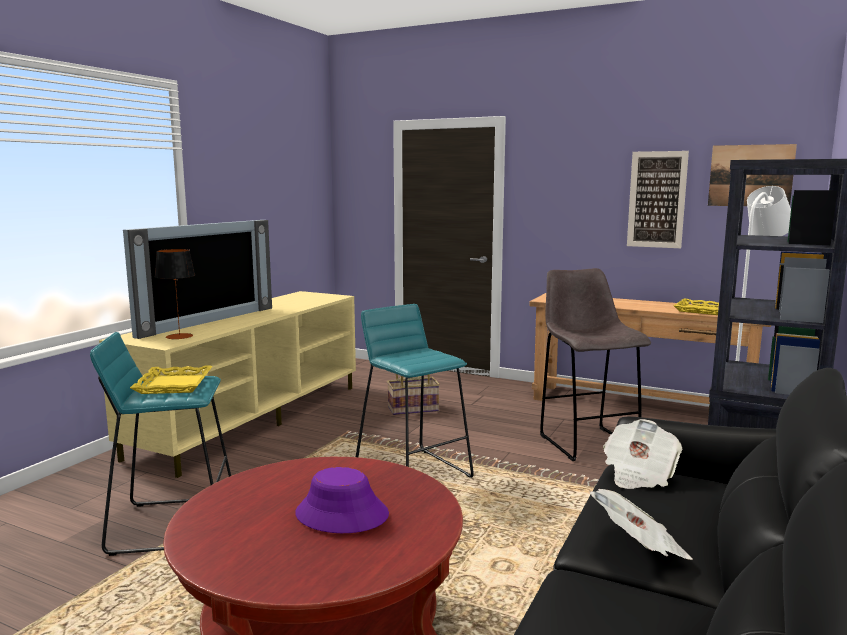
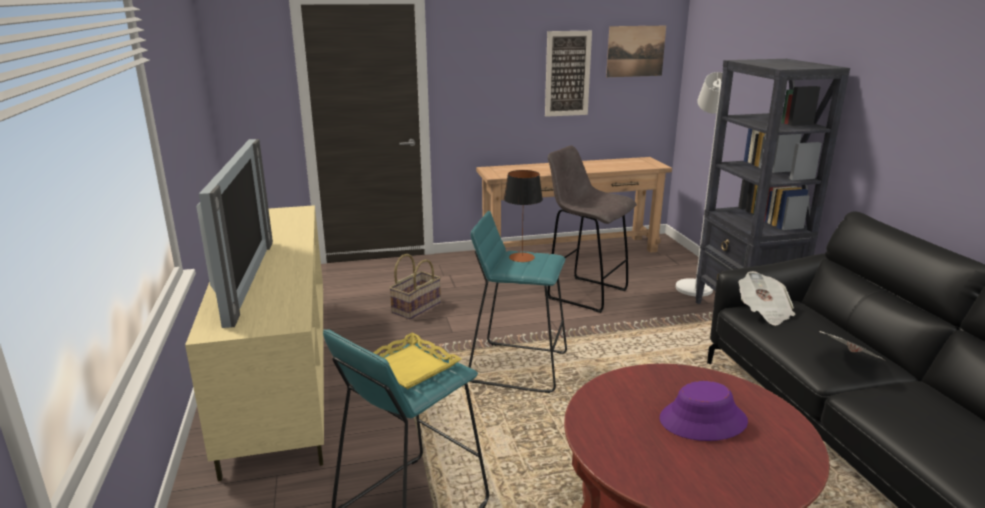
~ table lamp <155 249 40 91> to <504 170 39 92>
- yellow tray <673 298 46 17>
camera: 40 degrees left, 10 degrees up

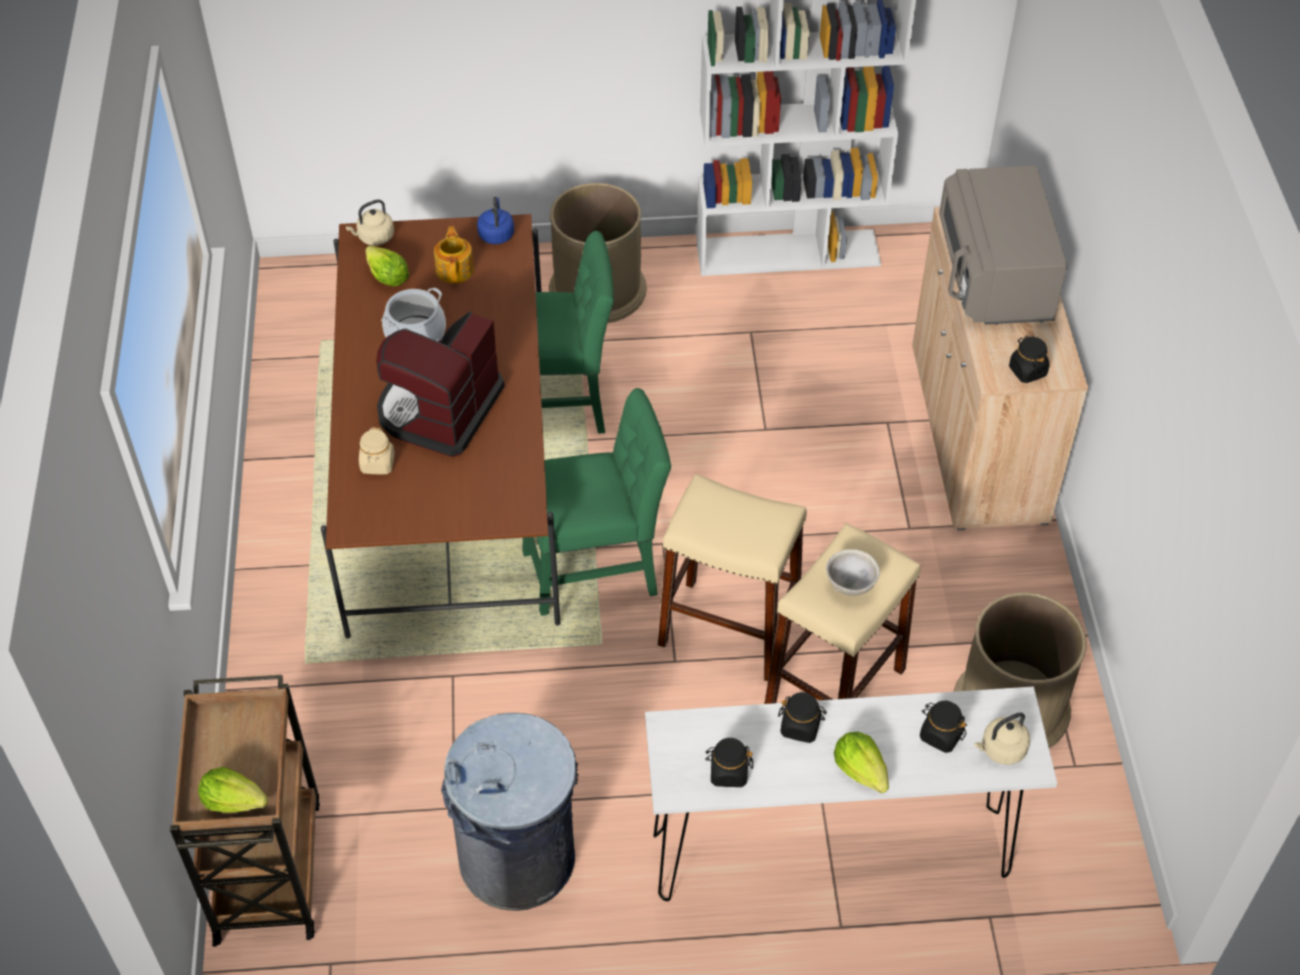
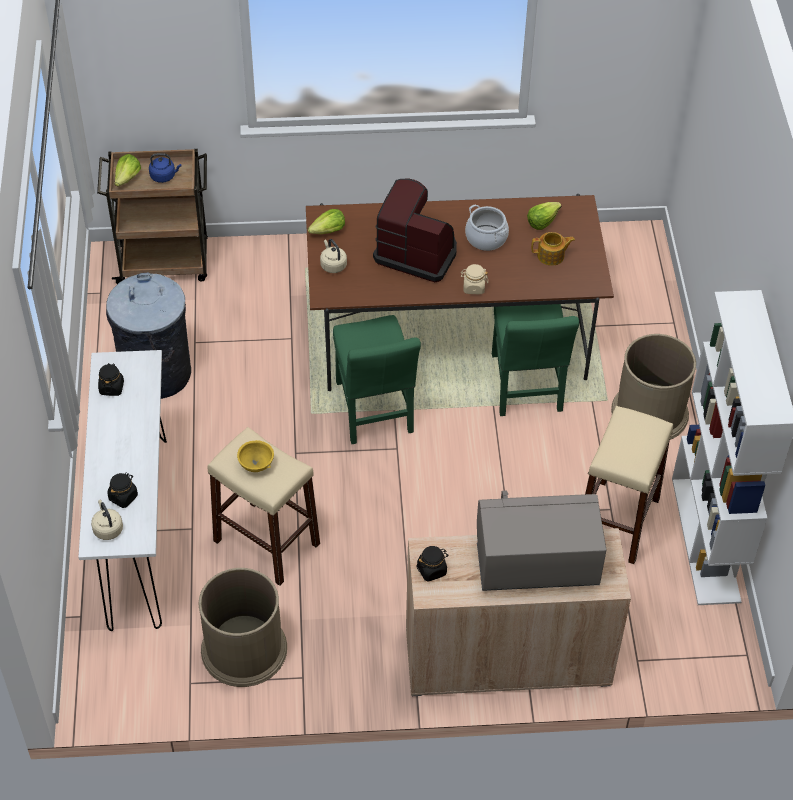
~ beige kettle <346 200 48 46> to <320 239 27 34>
~ beige jar <359 427 36 47> to <461 264 27 30>
~ blue kettle <477 196 37 48> to <149 153 33 30>
~ beige stool <658 474 149 208> to <585 406 88 158>
- black jar <778 692 49 51>
~ grey bowl <826 549 54 47> to yellow bowl <237 440 37 32>
~ lettuce <834 732 55 61> to <308 209 37 25>
camera: 90 degrees right, 0 degrees up

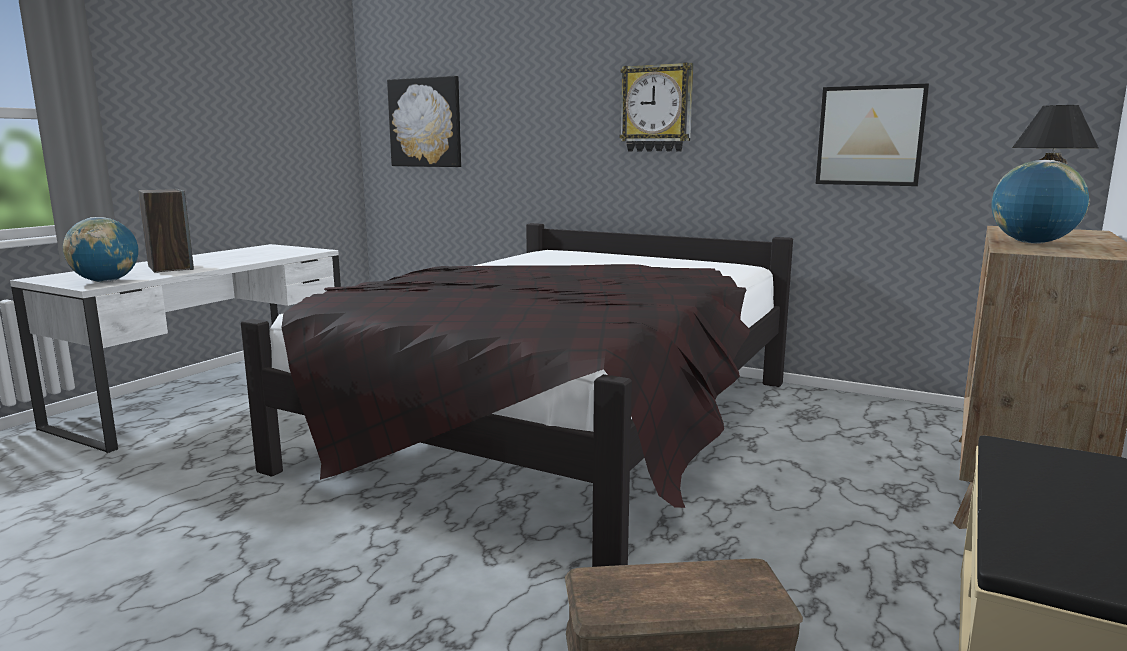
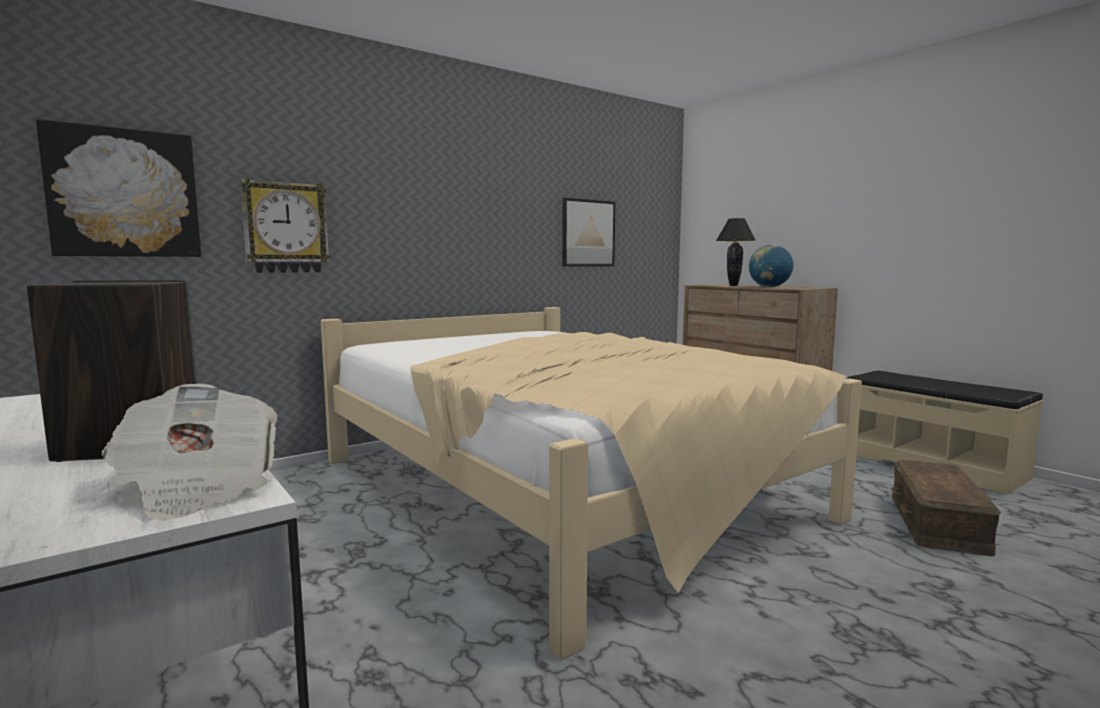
~ globe <63 217 76 65> to newspaper <102 384 176 137>
~ black bed <241 223 552 344> to beige bed <321 307 541 353>
~ wall clock <619 62 74 90> to <240 179 90 94>
camera: 65 degrees left, 5 degrees down

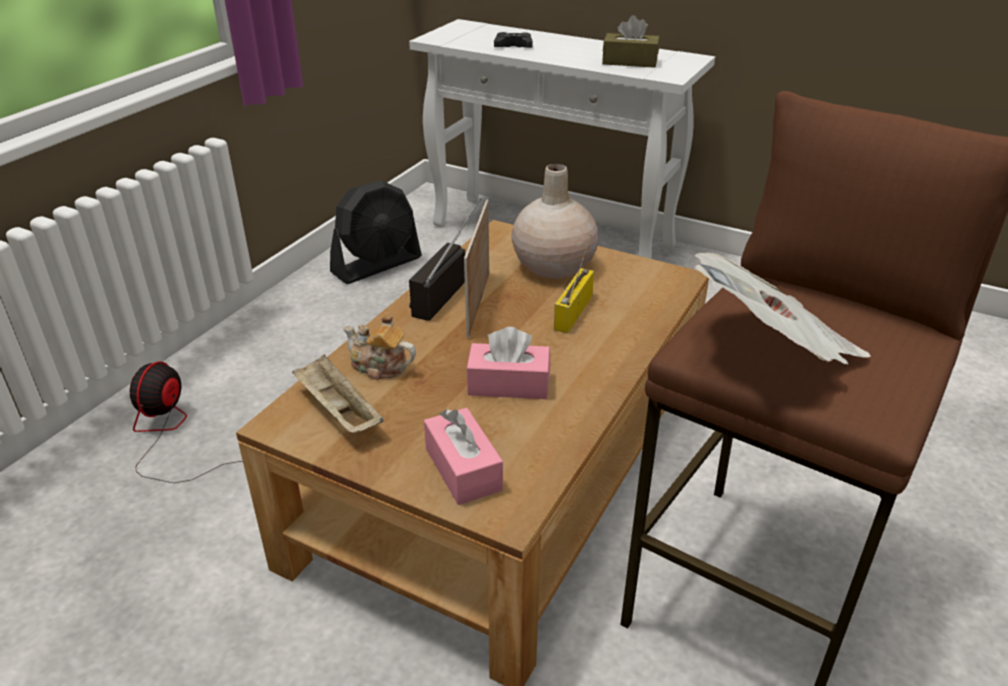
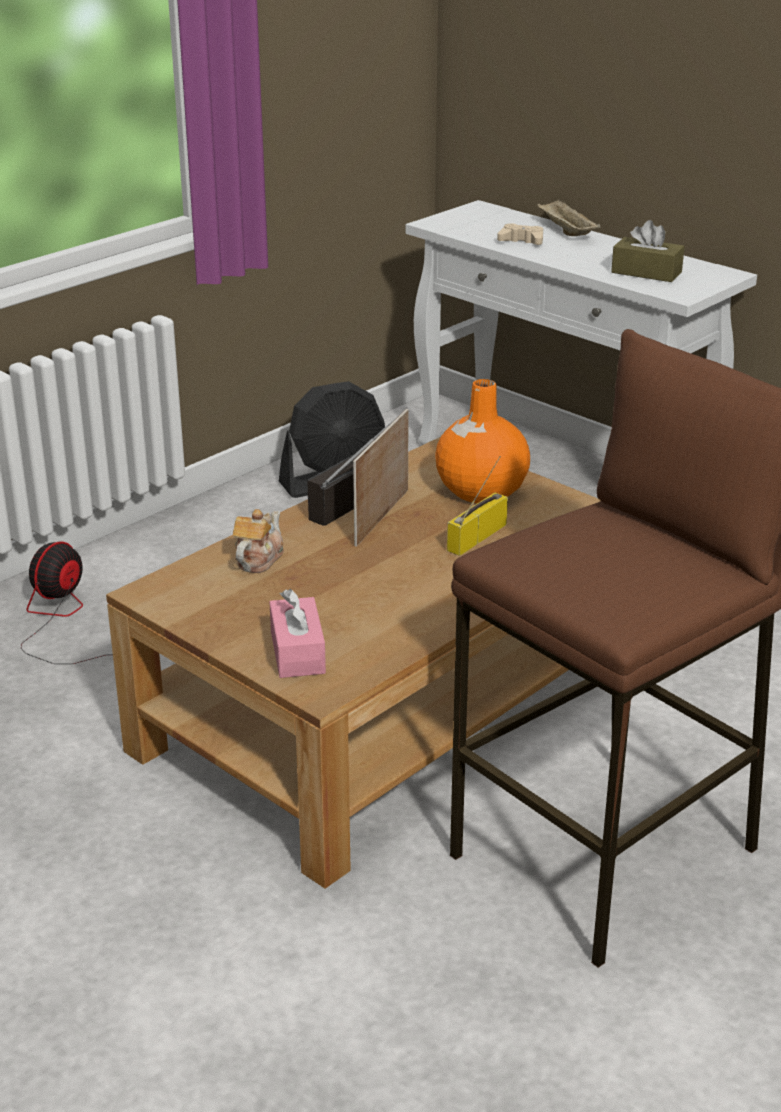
~ beige tray <292 354 92 79> to <536 200 64 36>
~ teapot <343 312 73 68> = <233 509 51 64> 75 degrees clockwise
- pink tissue box <466 327 84 72>
~ black game controller <494 32 39 16> to beige game controller <497 223 46 22>
~ beige vase <512 164 87 115> to orange vase <435 379 95 124>
- newspaper <694 252 177 113>
camera: 15 degrees right, 5 degrees down

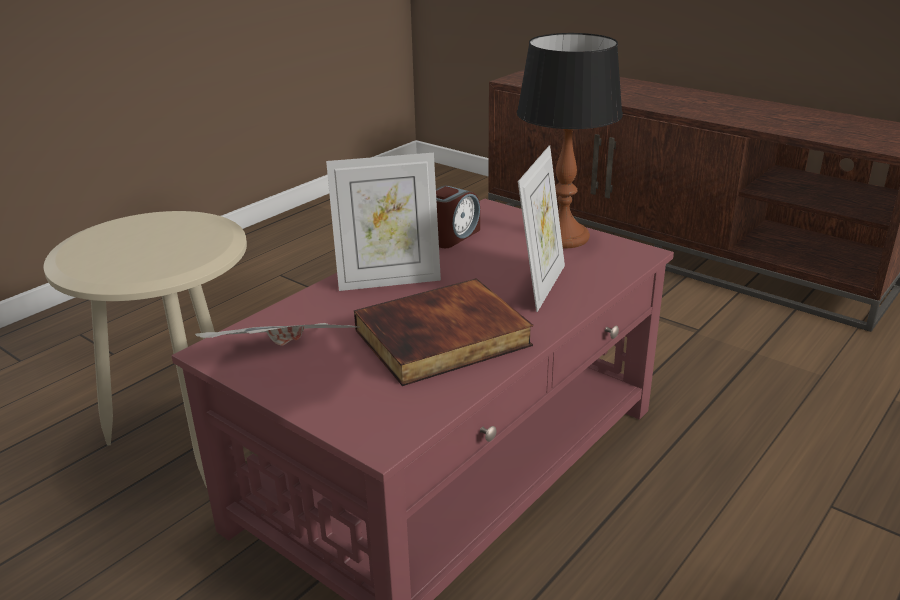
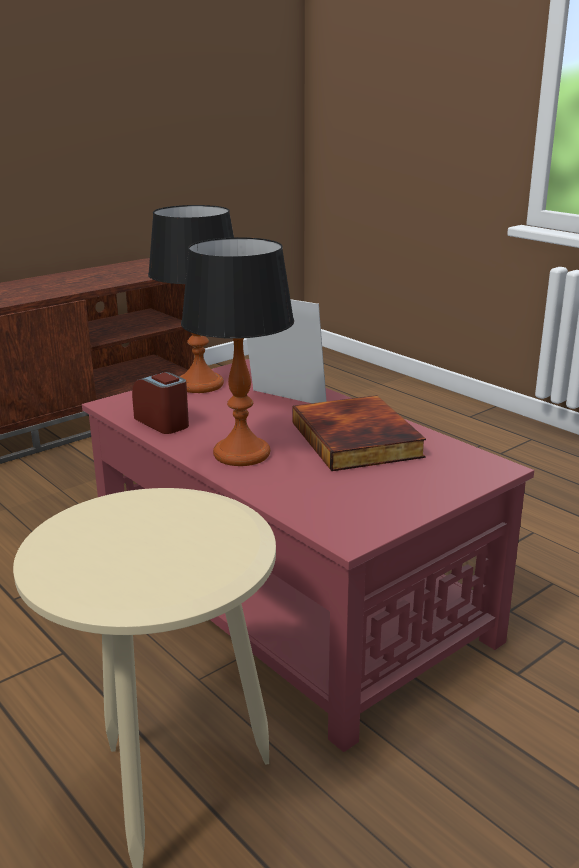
- newspaper <195 323 165 23>
~ picture frame <326 153 115 138> to table lamp <181 237 113 229>
camera: 80 degrees left, 5 degrees down

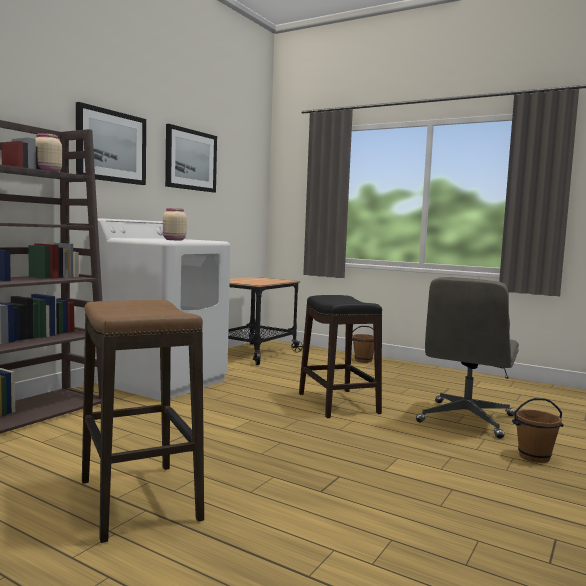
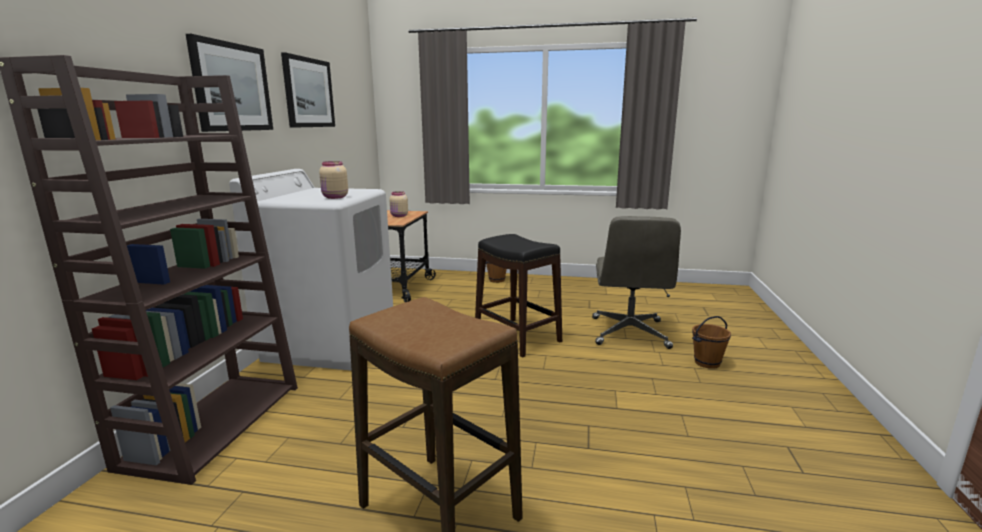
~ beige jar <35 133 27 39> to <389 191 19 26>
camera: 20 degrees left, 10 degrees up

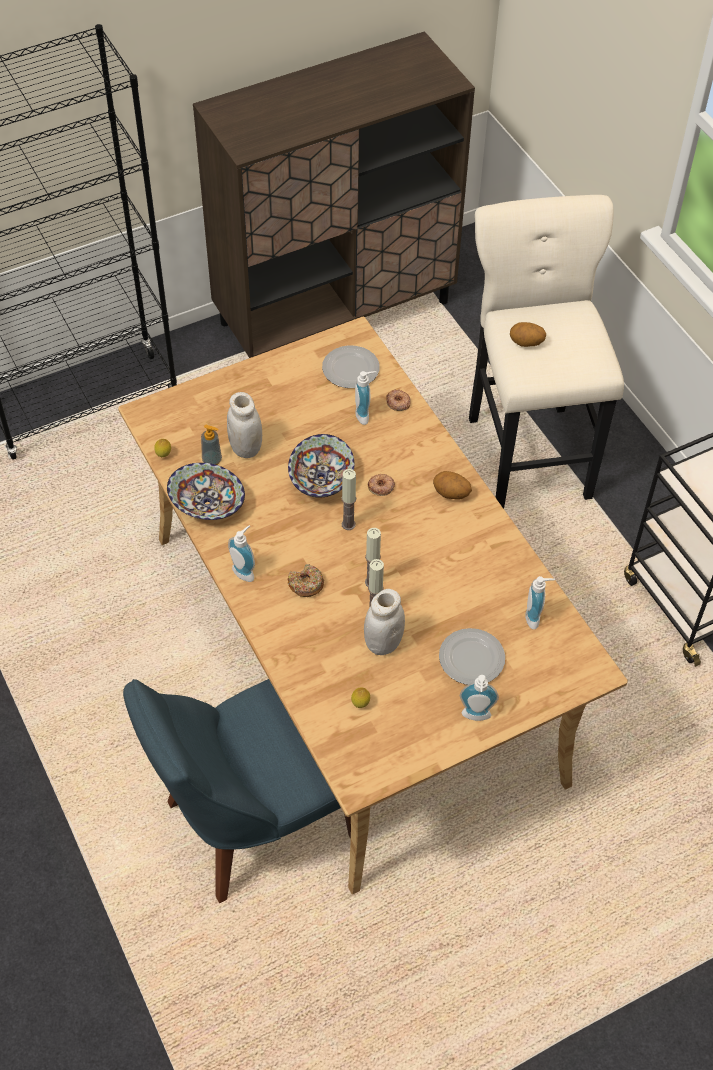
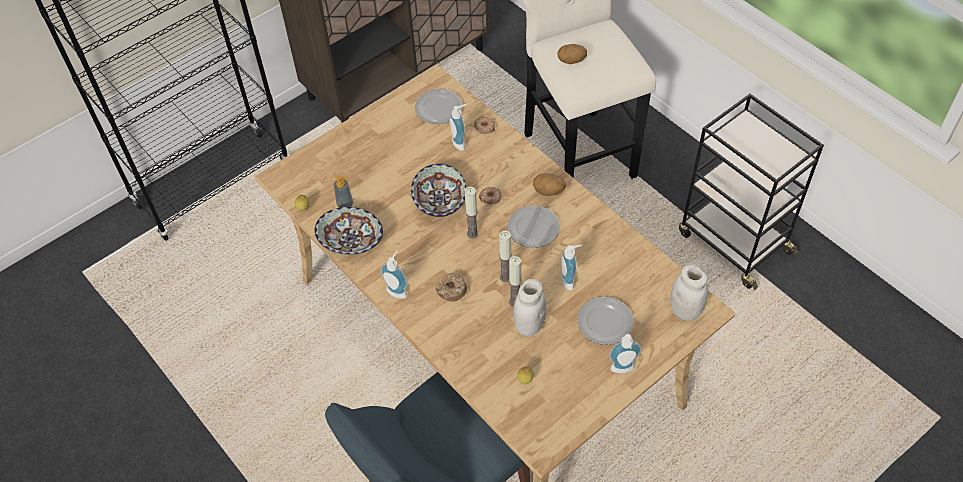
~ white jar <227 392 35 66> to <670 264 38 57>
~ soap dispenser <525 576 30 53> to <561 245 21 45>
+ plate <507 206 53 42>
camera: 10 degrees left, 0 degrees up

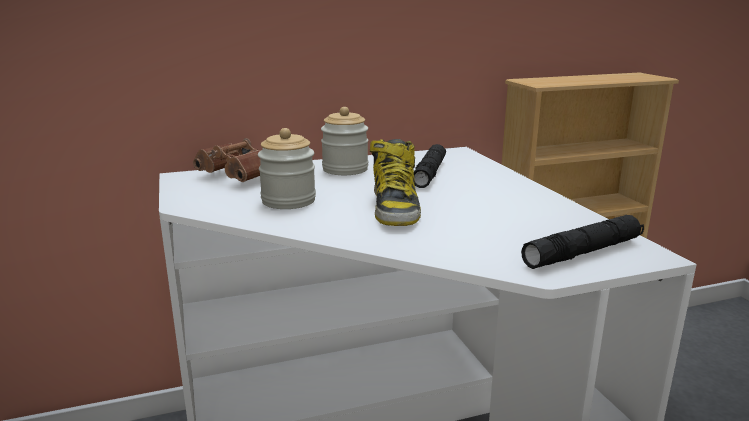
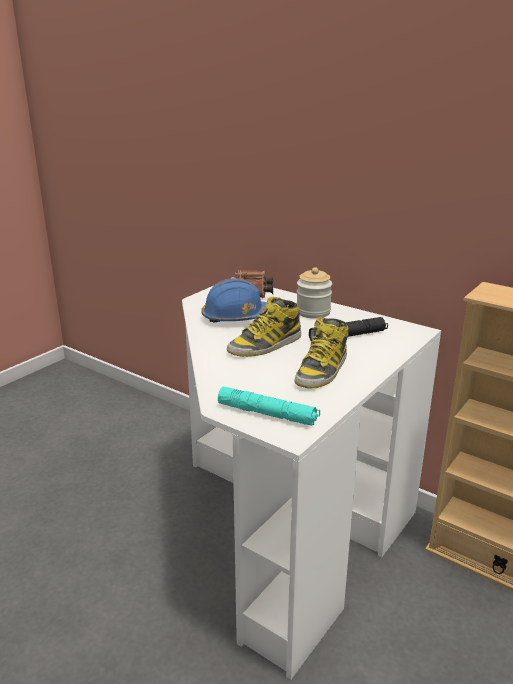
~ jar <258 128 58 81> to blue hard hat <201 278 65 44>
~ black flashlight <521 215 123 54> to turquoise flashlight <218 387 102 39>
+ boot <294 317 54 71>
camera: 55 degrees right, 5 degrees up

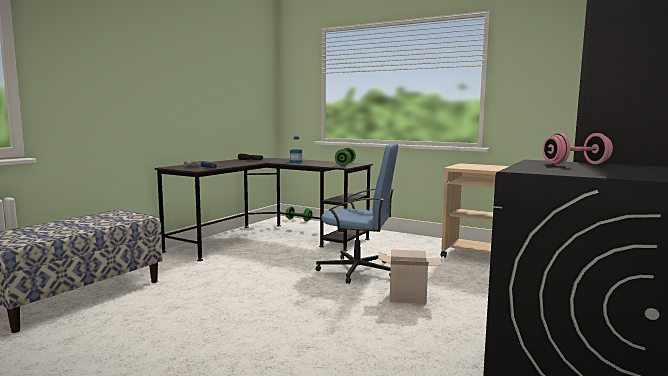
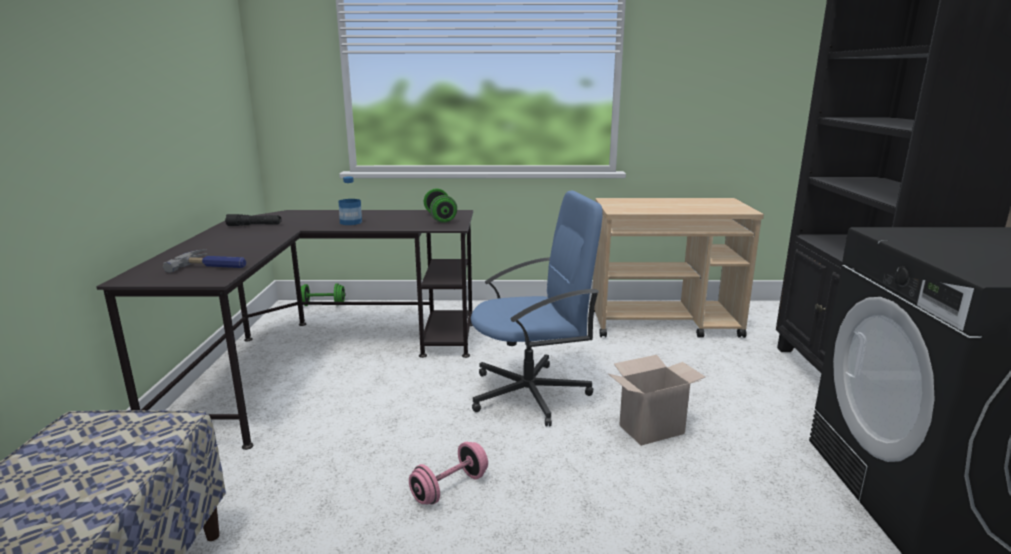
~ pink dumbbell <542 133 71 32> to <409 442 79 63>
camera: 30 degrees left, 10 degrees up

